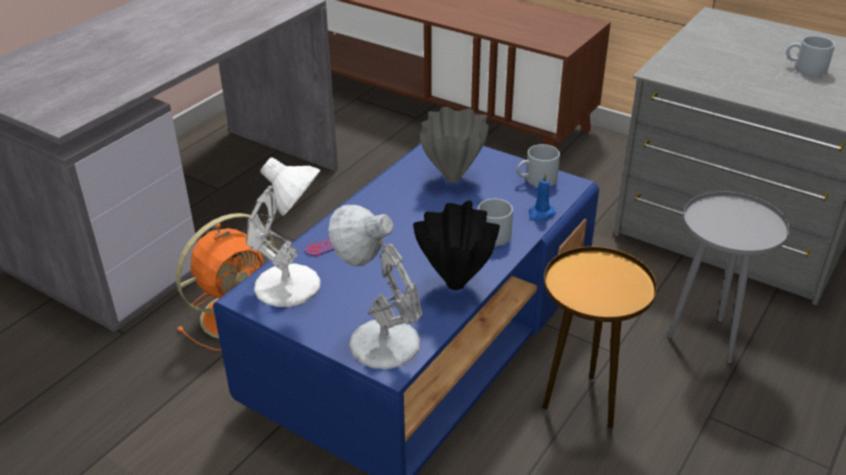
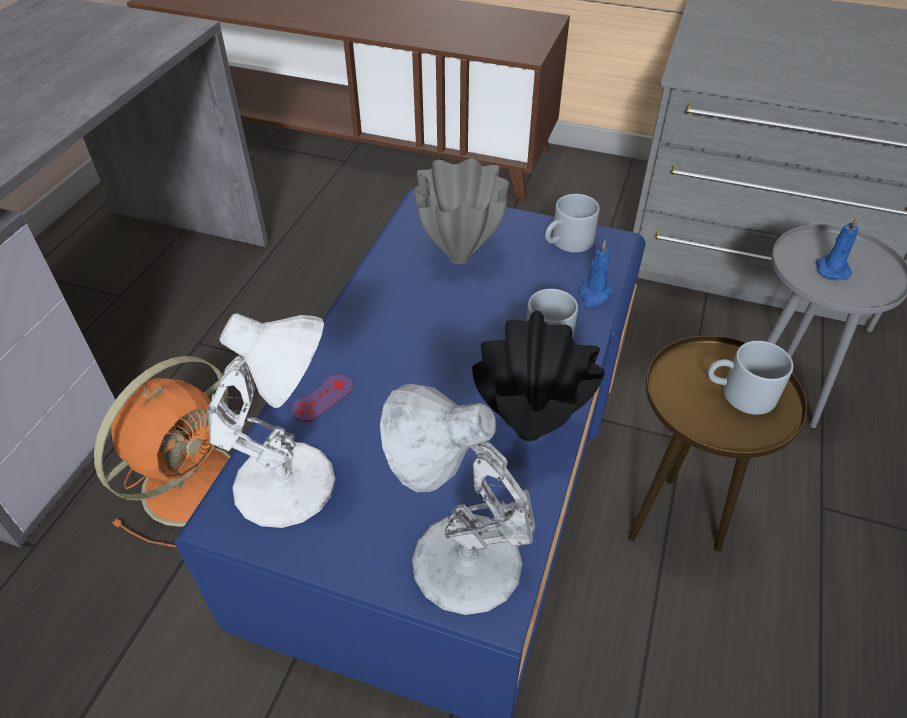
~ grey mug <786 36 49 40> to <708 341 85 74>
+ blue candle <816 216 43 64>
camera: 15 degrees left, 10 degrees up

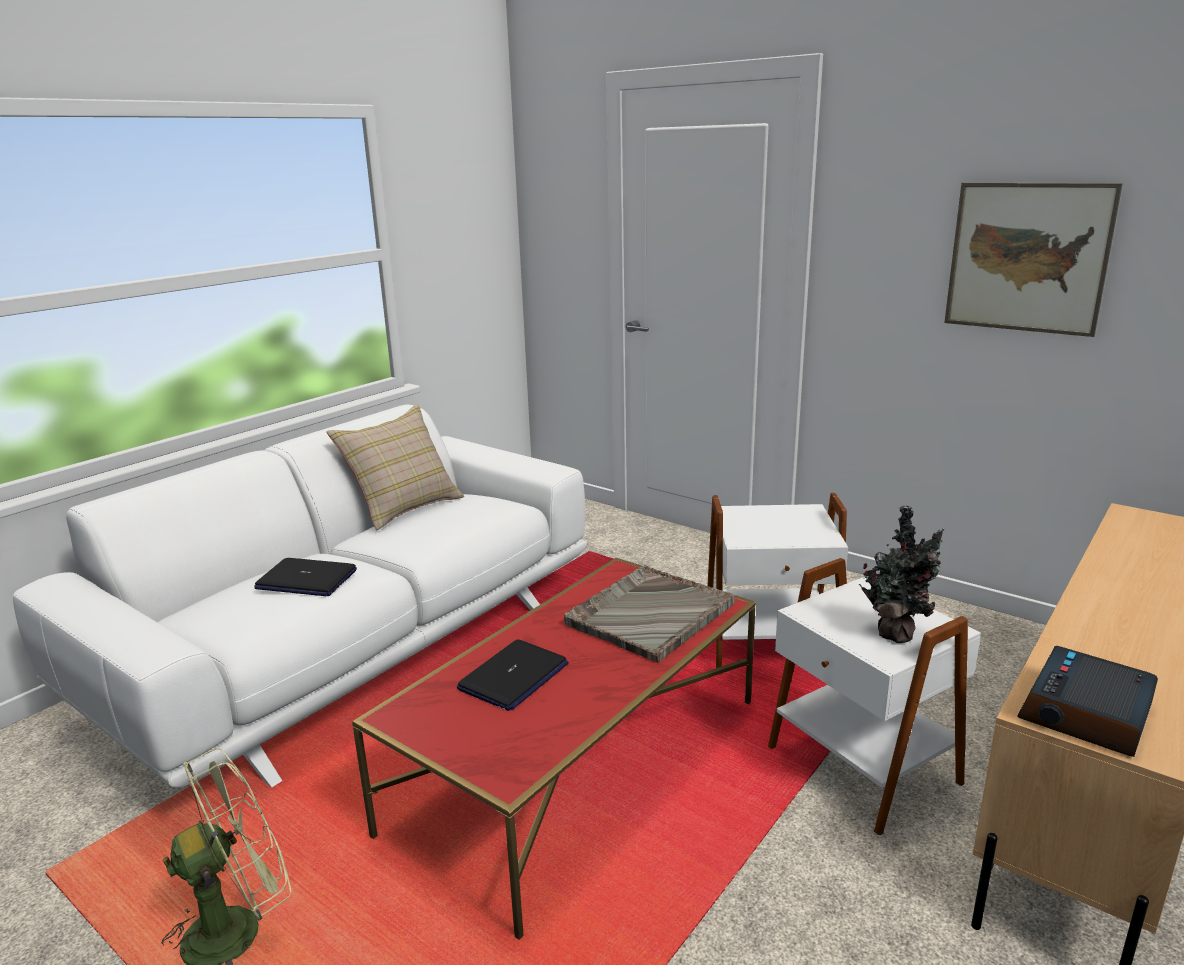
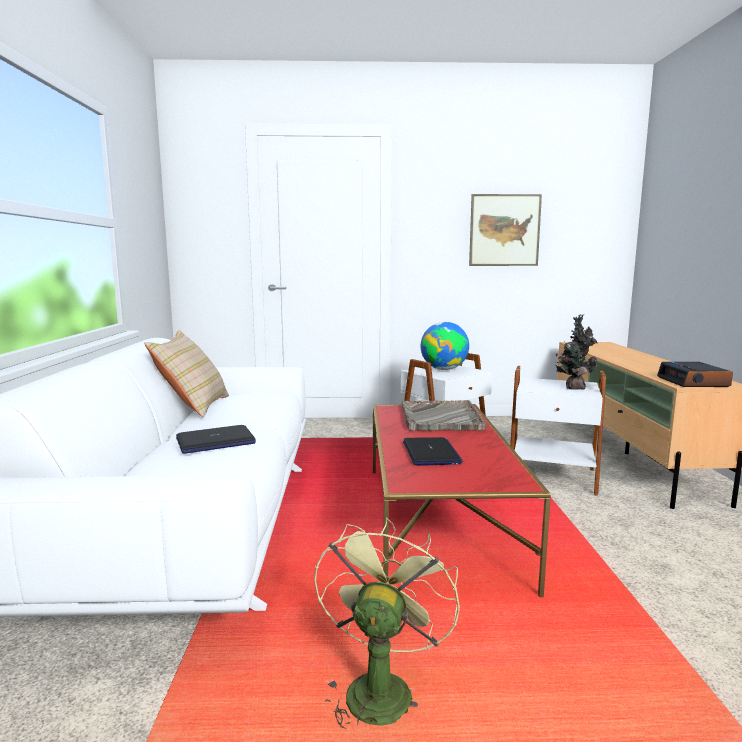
+ globe <421 322 48 48>
camera: 40 degrees left, 10 degrees down

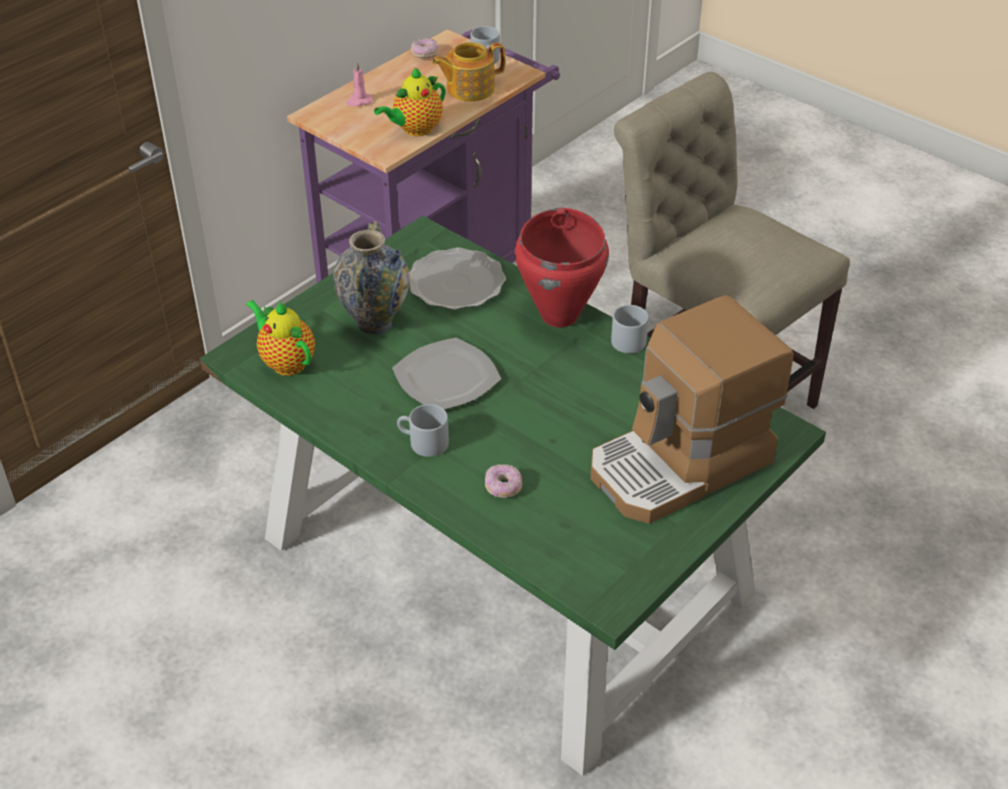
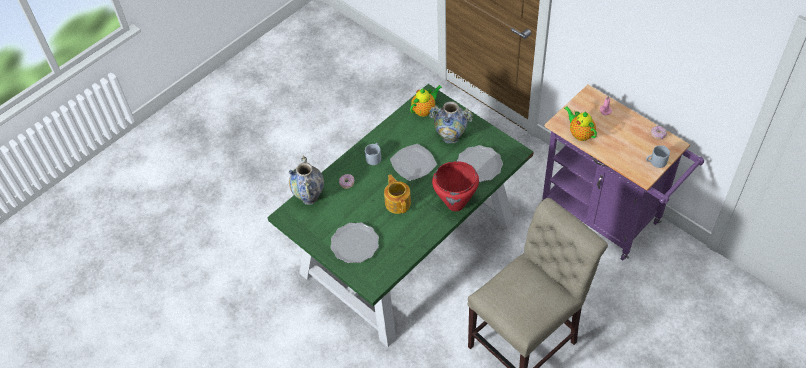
~ teapot <432 42 73 59> to <384 174 27 40>
~ coffee machine <591 295 202 229> to plate <330 222 49 41>
- grey mug <611 304 38 49>
+ vase <289 155 35 50>
camera: 95 degrees right, 10 degrees up

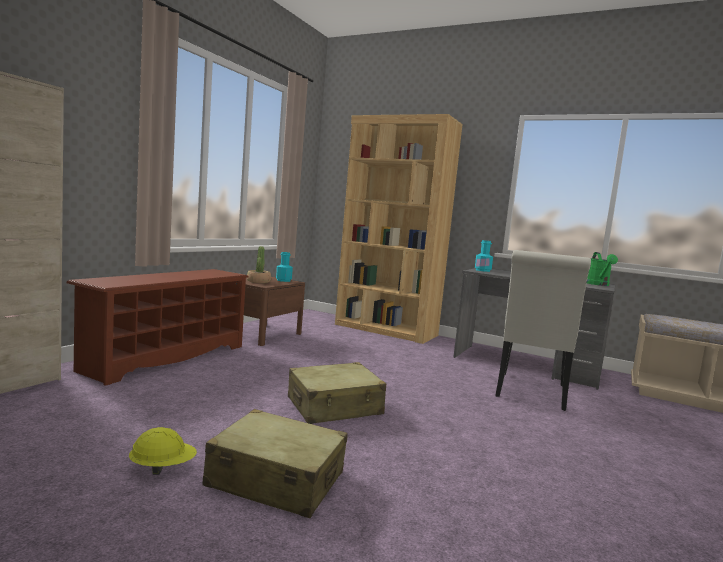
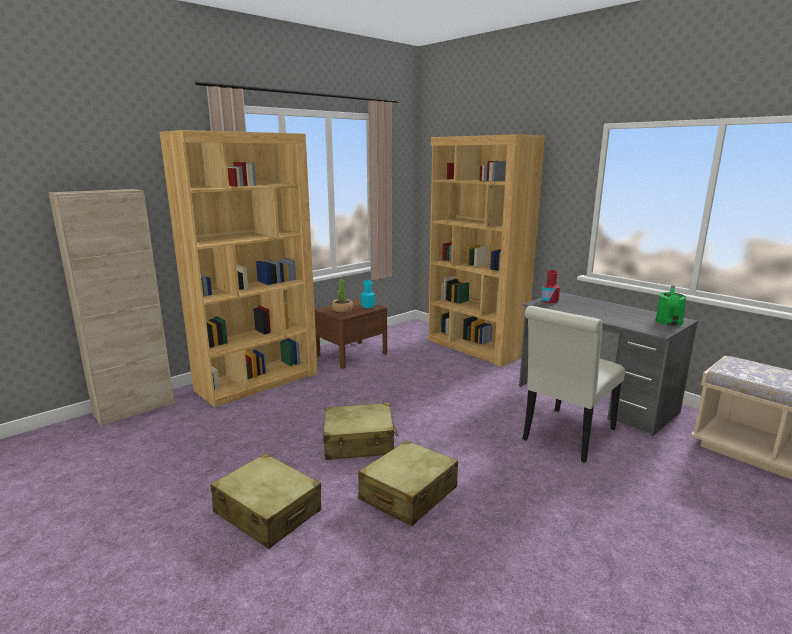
~ brown shoe rack <66 269 182 117> to brown bookcase <160 130 158 277>
- yellow hard hat <129 427 68 48>
~ turquoise bottle <475 240 18 32> to red bottle <541 270 19 33>
+ beige suitcase <358 440 100 86>
camera: 20 degrees right, 10 degrees up

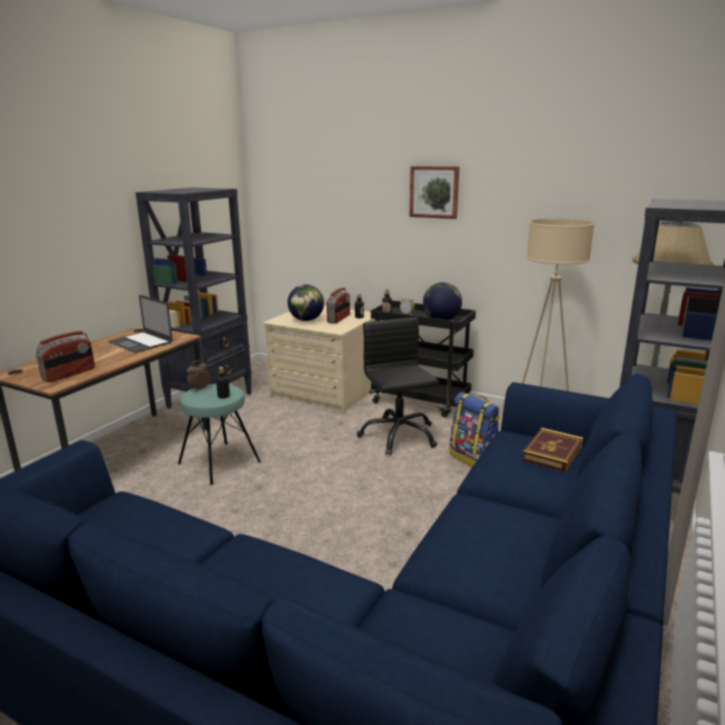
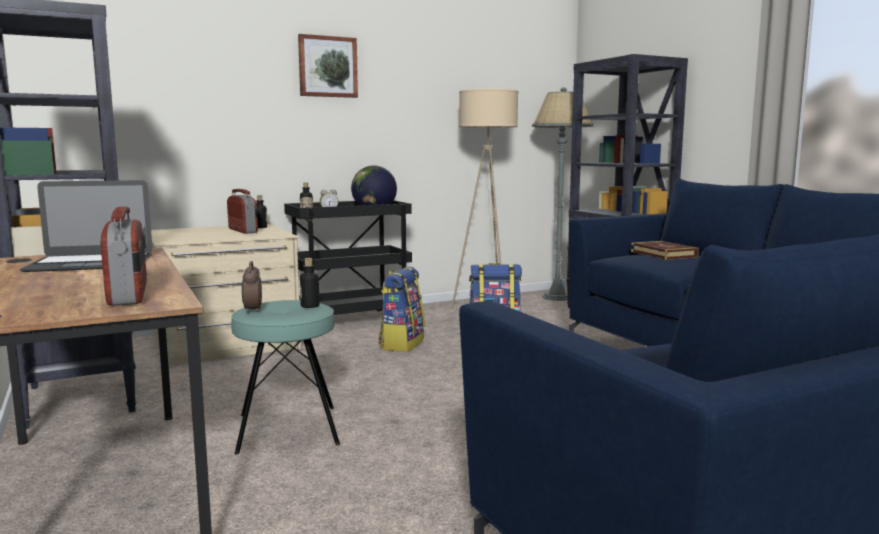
- globe <288 284 36 37>
~ black office chair <357 317 82 138> to backpack <378 267 47 85>
camera: 55 degrees left, 10 degrees down

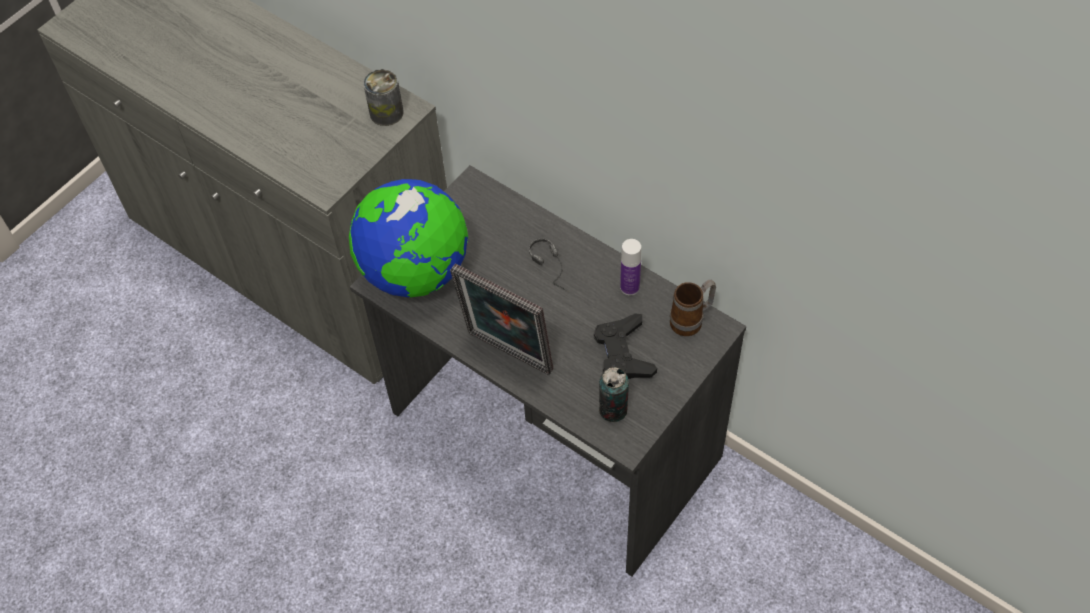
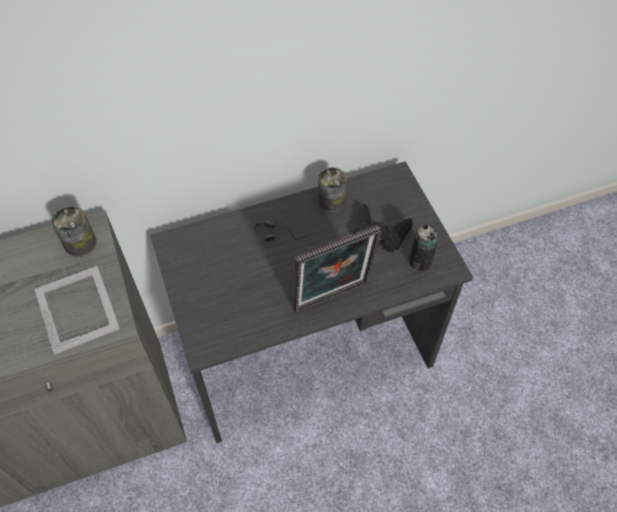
- globe <349 179 119 118>
~ bottle <620 239 21 56> to can <318 167 29 45>
- mug <670 280 46 56>
+ picture frame <35 266 85 89>
camera: 60 degrees left, 0 degrees up

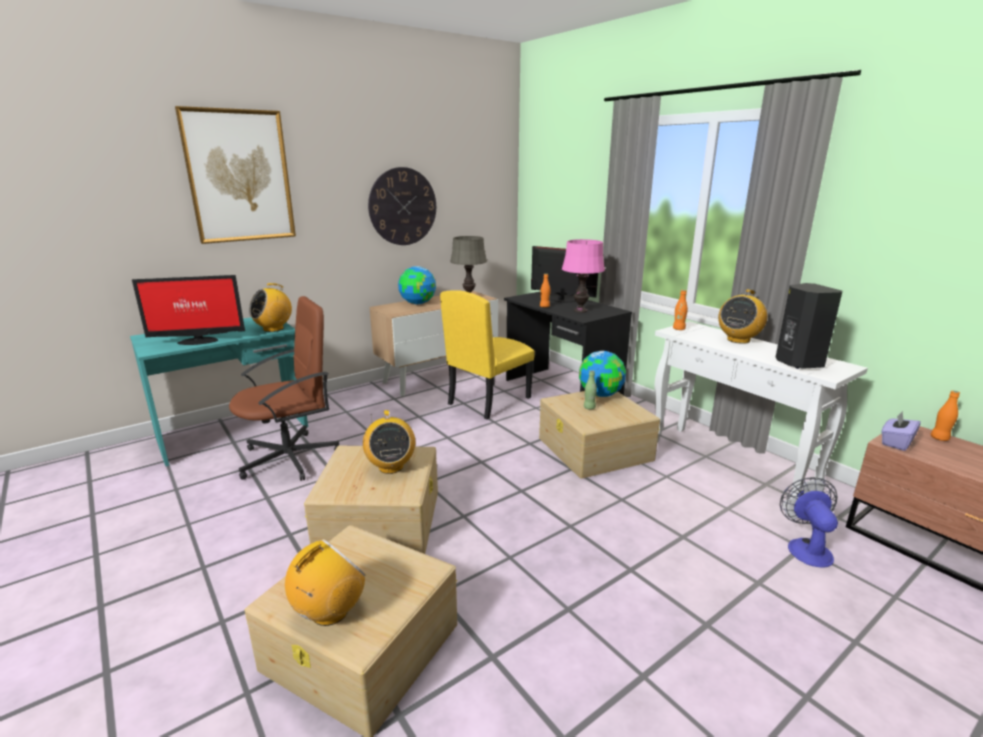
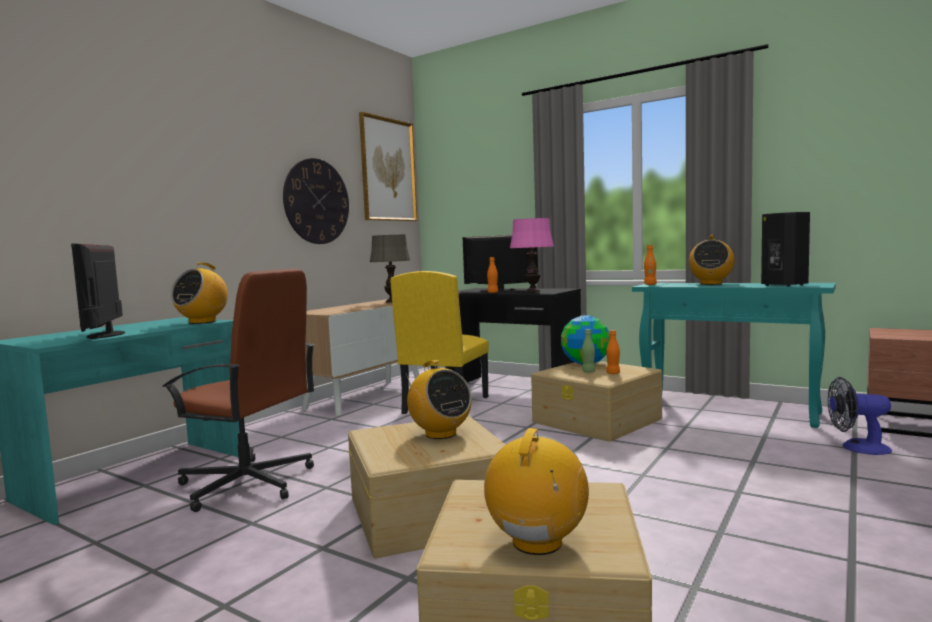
~ monitor <132 275 113 70> = <71 243 54 96> 105 degrees clockwise
~ picture <175 106 121 138> to <359 112 58 109>
~ brown office chair <229 296 111 185> = <162 269 152 243> 75 degrees clockwise
- globe <398 266 38 38>
~ white console table <654 321 214 177> to turquoise console table <632 283 204 145>
~ fan <780 477 58 91> = <828 377 64 78> 60 degrees counterclockwise
- purple tissue box <881 411 40 40>
~ orange bottle <931 390 29 51> to <606 330 14 44>
camera: 20 degrees left, 15 degrees down

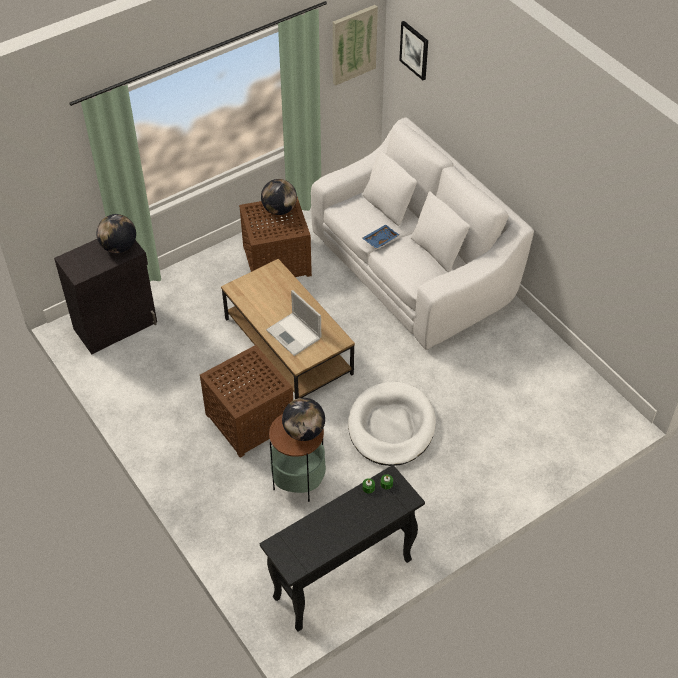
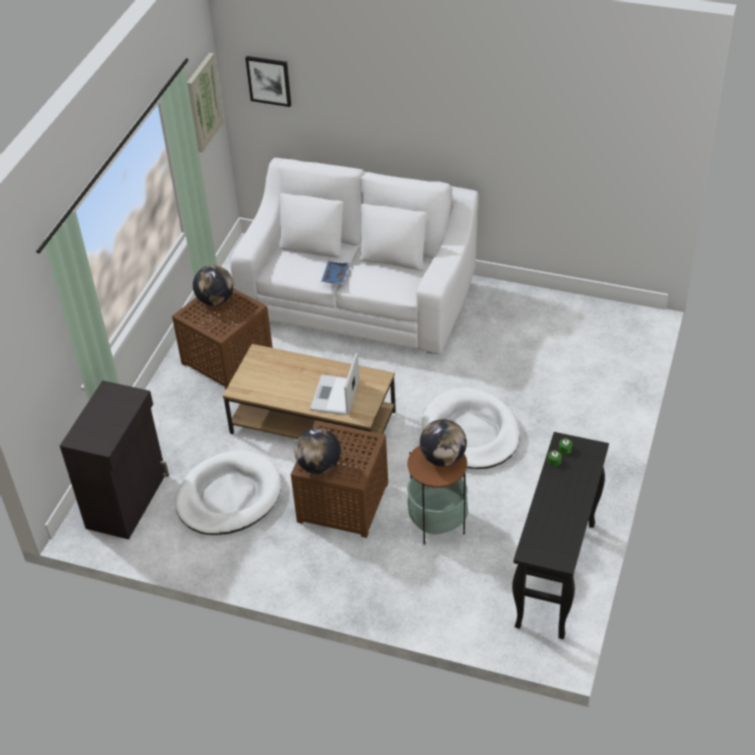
~ globe <96 214 40 39> to <295 428 46 46>
~ laptop <266 290 55 66> = <310 353 50 62> 90 degrees clockwise
+ white dog bed <175 450 106 85>
camera: 35 degrees left, 5 degrees down

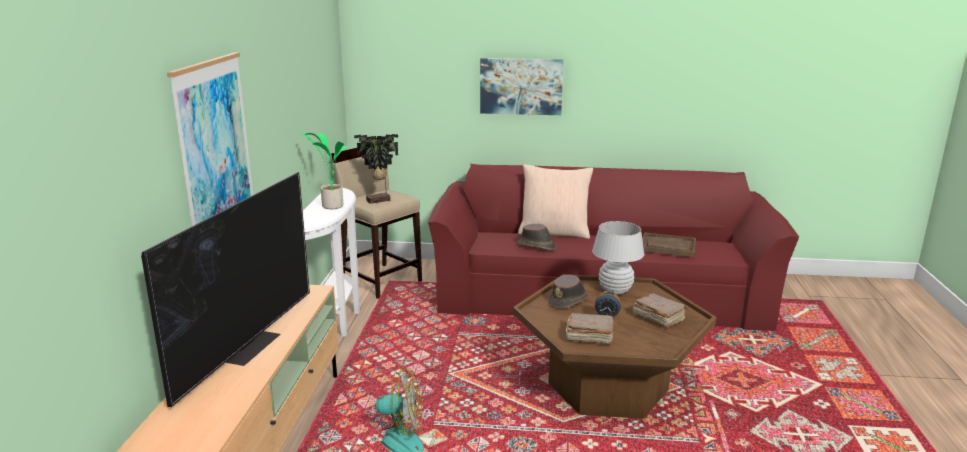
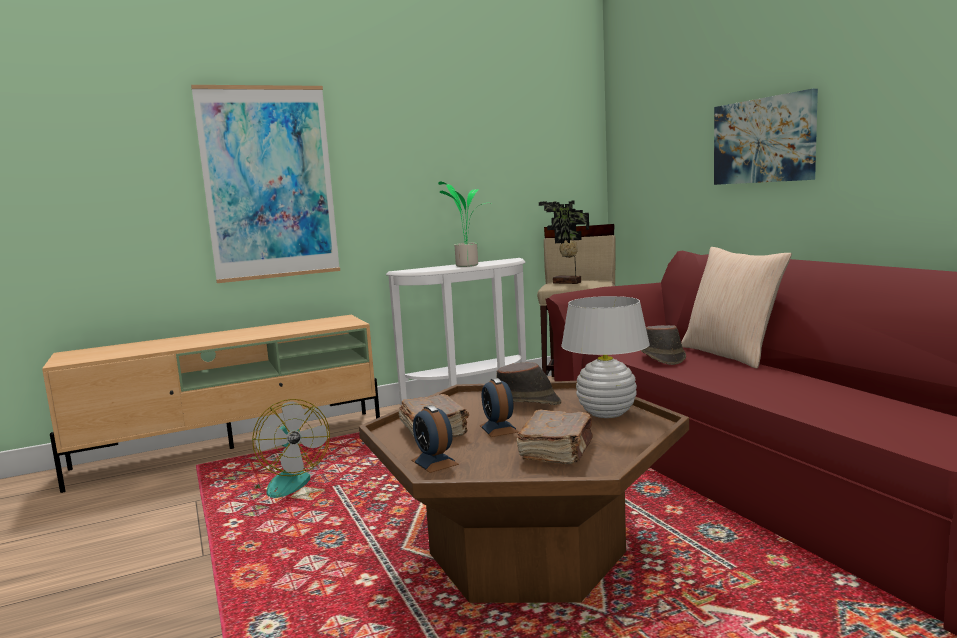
- television <141 172 169 235>
- brown tray <642 232 54 26>
+ alarm clock <411 405 48 68>
camera: 60 degrees right, 10 degrees down

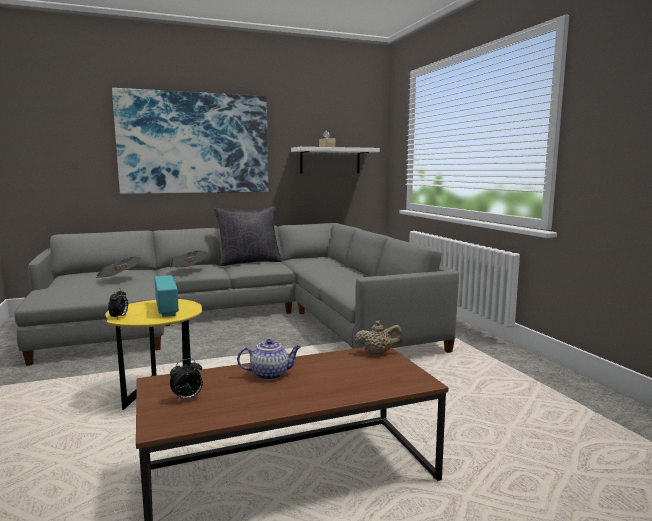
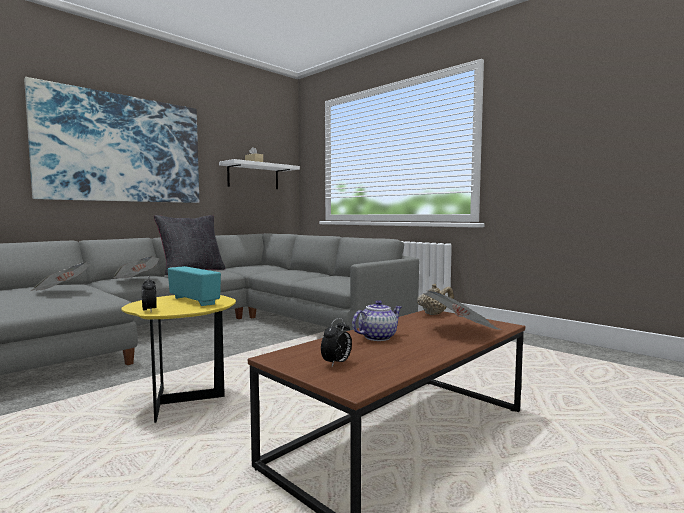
+ newspaper <424 291 78 39>
camera: 25 degrees left, 5 degrees down

